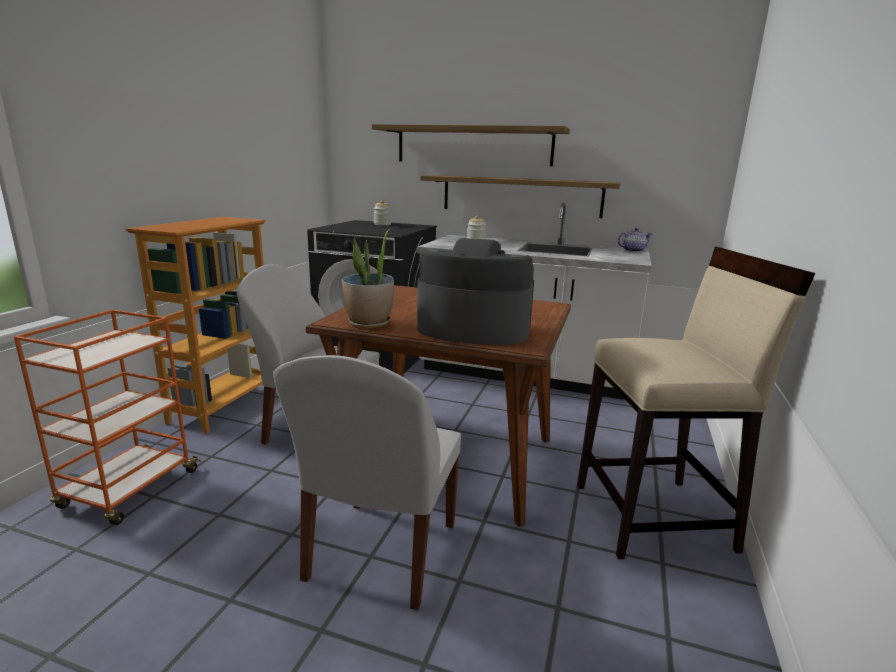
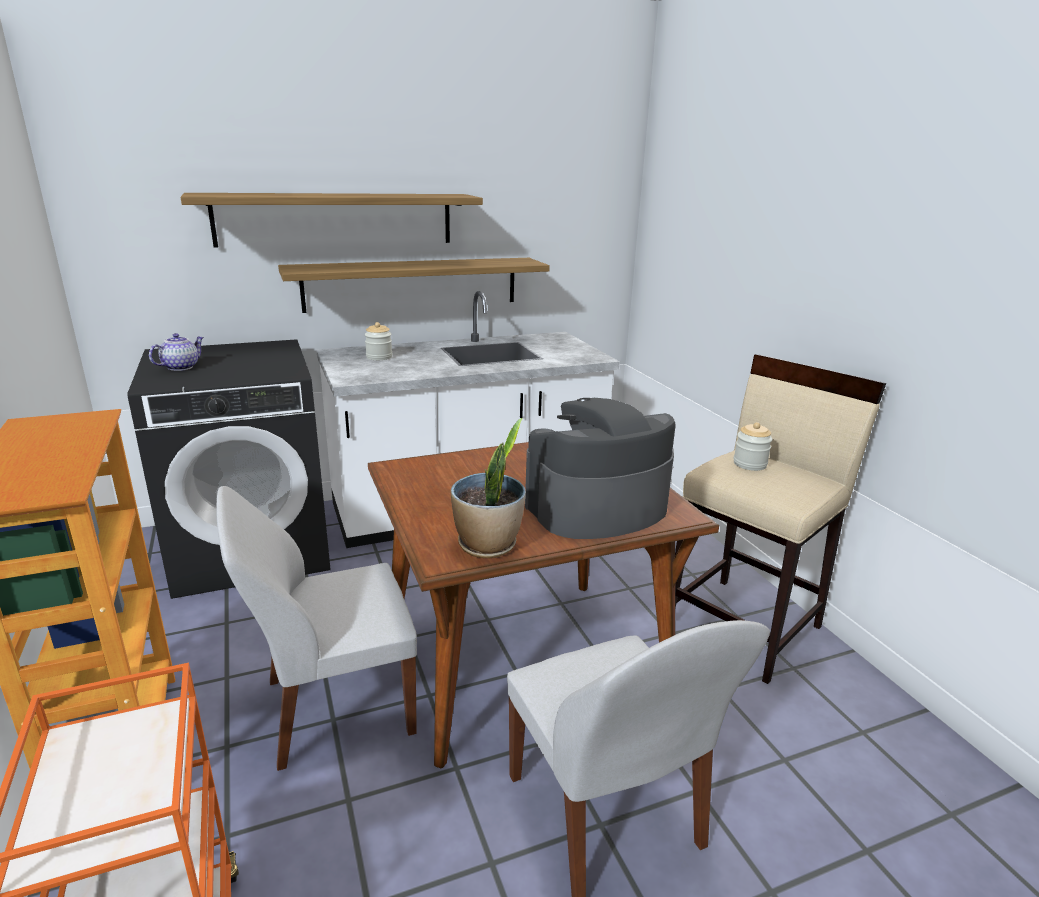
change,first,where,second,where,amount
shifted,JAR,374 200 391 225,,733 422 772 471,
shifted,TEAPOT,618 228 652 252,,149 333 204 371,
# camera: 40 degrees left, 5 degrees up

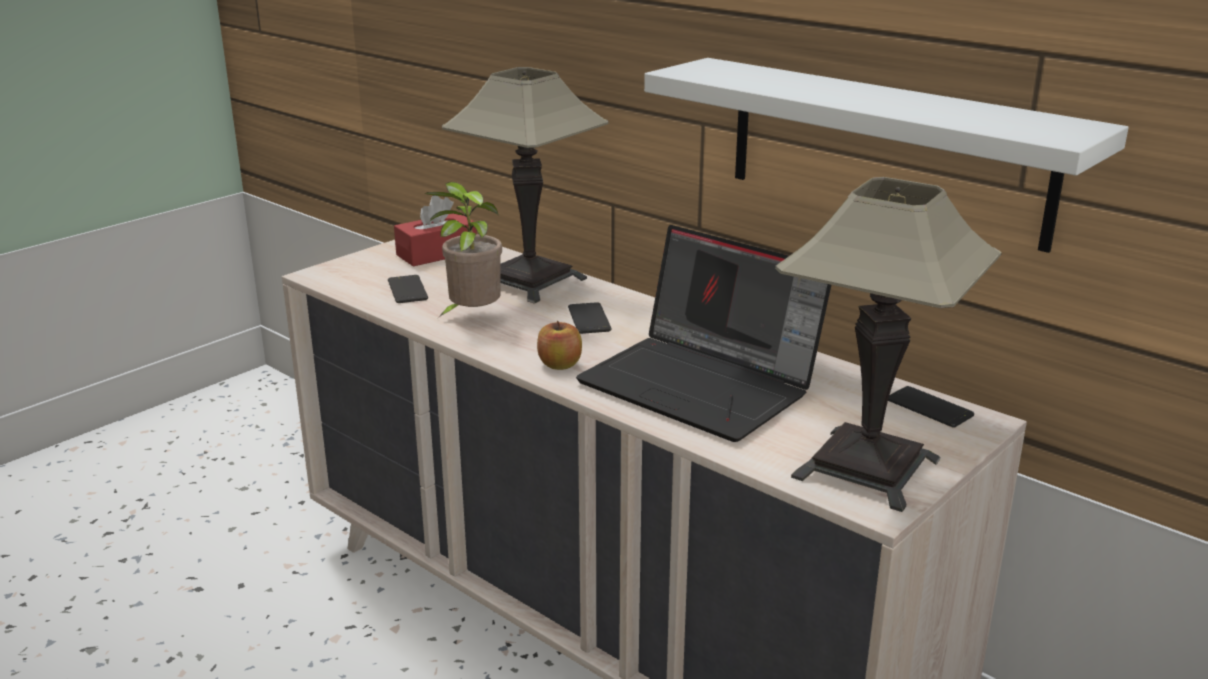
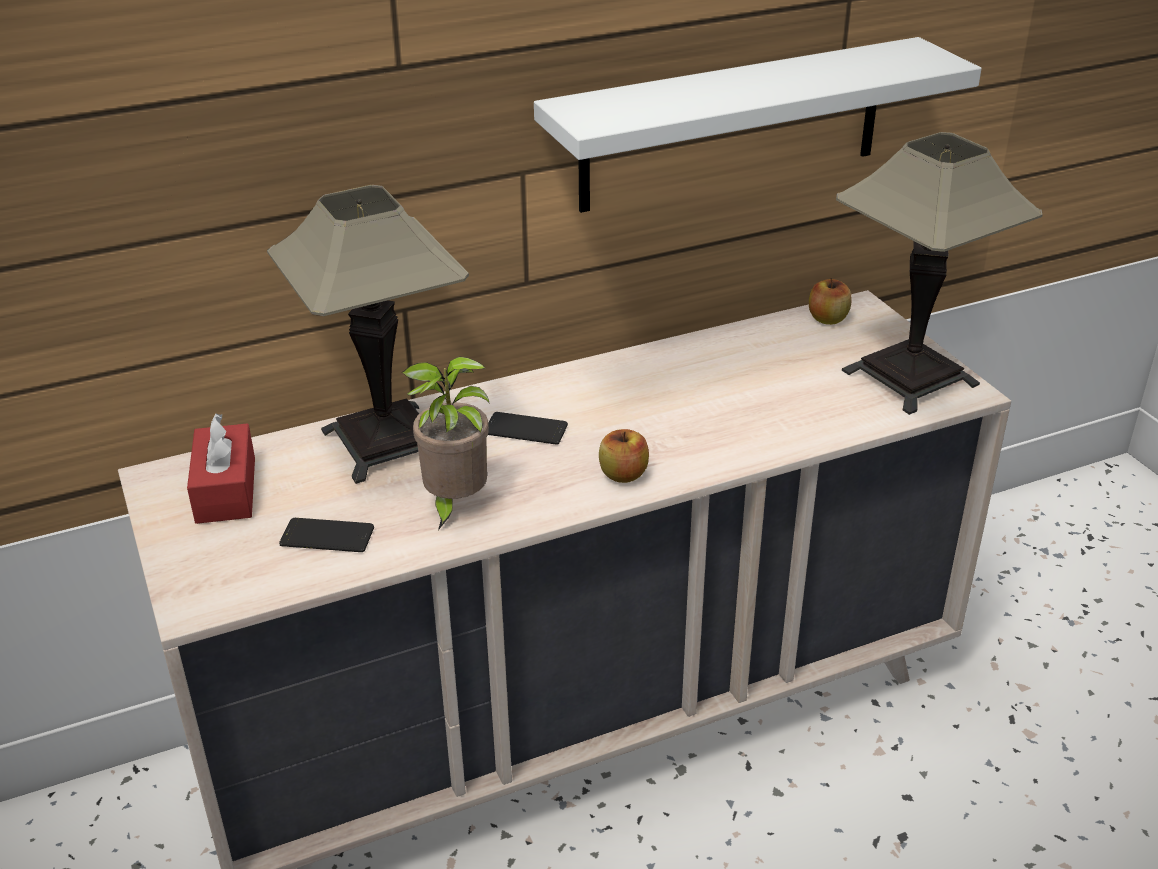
change,first,where,second,where,amount
gone,LAPTOP,576 225 831 442,,,
swapped,PHONE,888 386 974 428,APPLE,809 278 851 325,
# camera: 65 degrees left, 10 degrees up

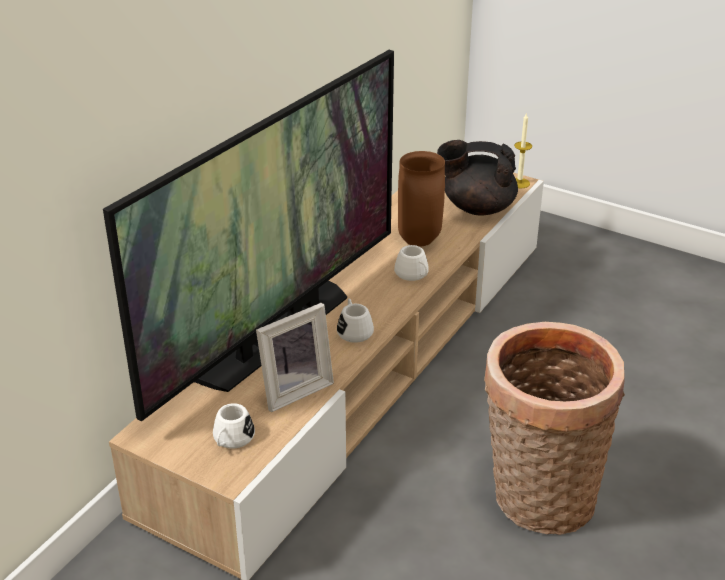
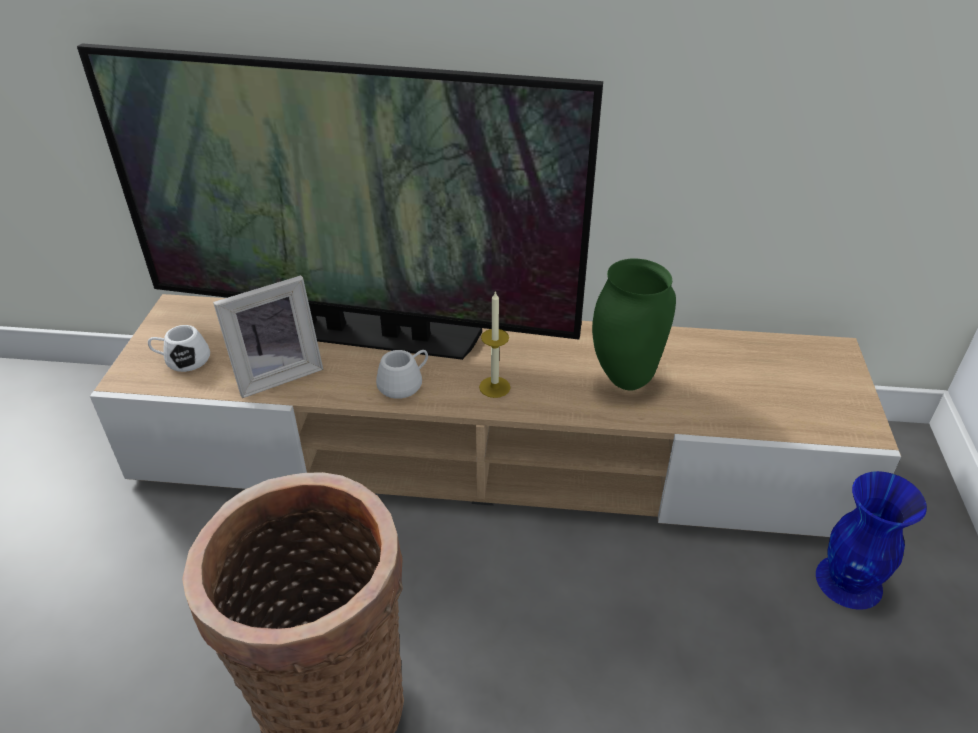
change,first,where,second,where,amount
shifted,CANDLE,514 114 532 188,,479 291 510 398,
gone,BLACK TEAPOT,437 140 518 216,,,
repainted,BROWN VASE,398 151 445 247,GREEN VASE,592 259 676 391,
gone,WHITE MUG,394 245 429 281,,,
rotated,PICTURE FRAME,256 303 334 412,,213 275 323 398,60 degrees counterclockwise
new,,,BLUE VASE,816 471 927 610,
# camera: 65 degrees right, 5 degrees up

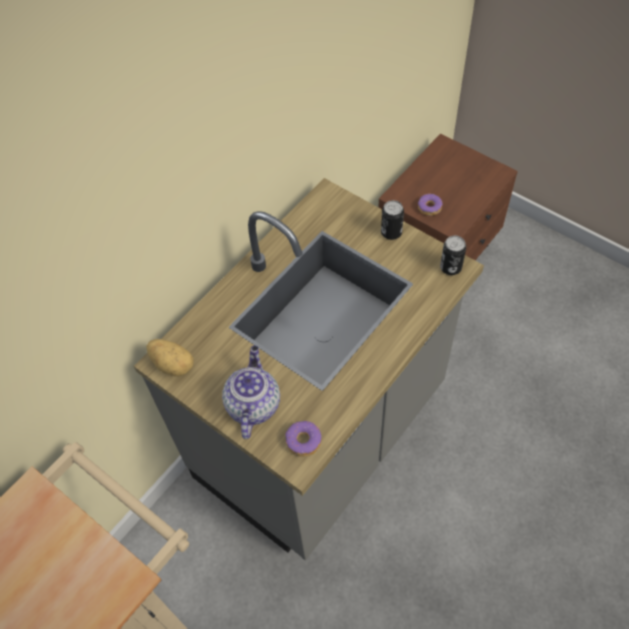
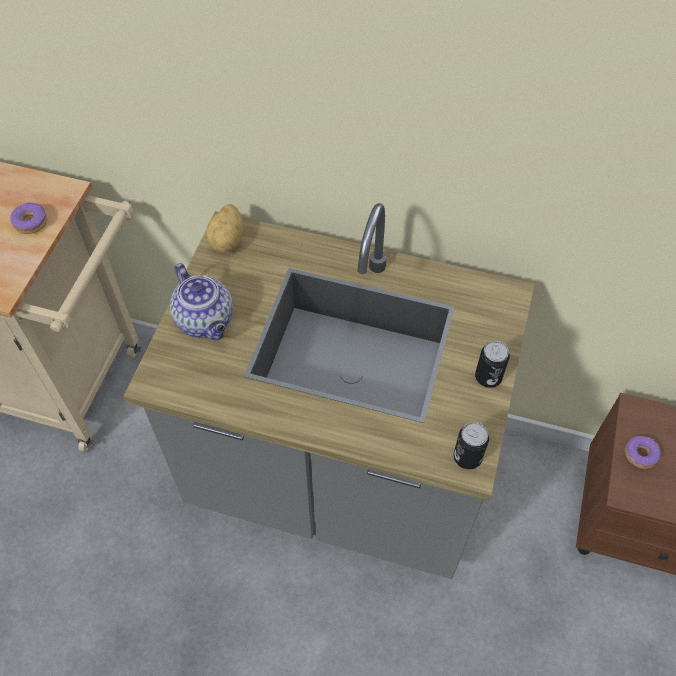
change,first,where,second,where,amount
rotated,TEAPOT,222 346 280 439,,170 263 233 340,75 degrees clockwise
shifted,DONUT,285 421 321 457,,10 203 47 234,
# camera: 65 degrees right, 0 degrees up

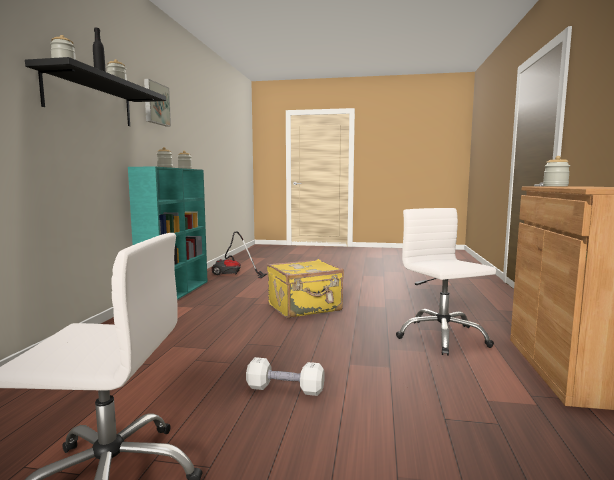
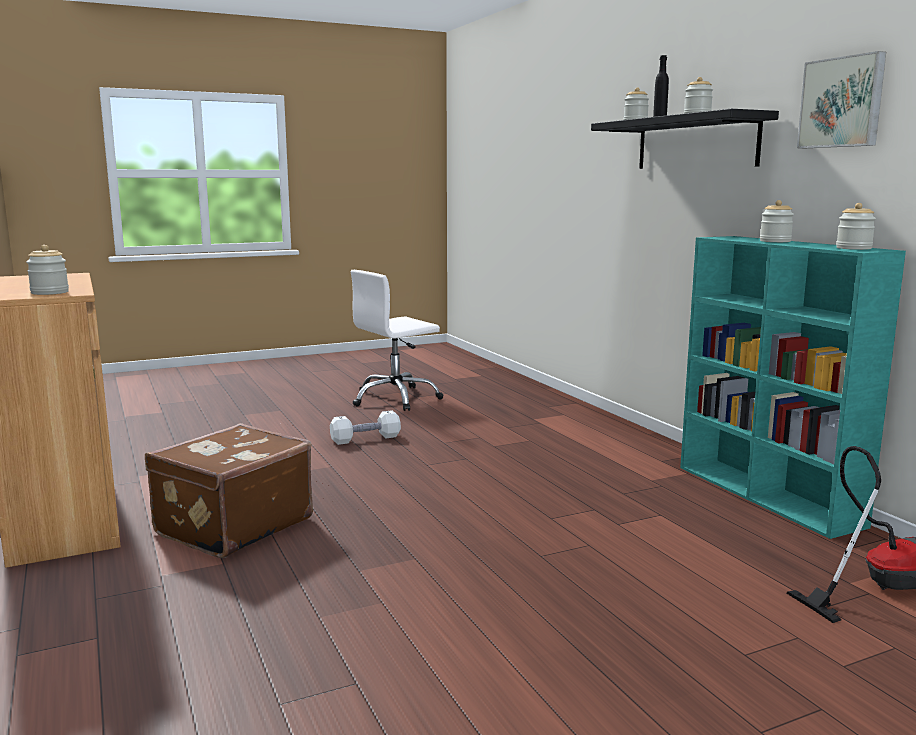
change,first,where,second,where,amount
swapped,WHITE OFFICE CHAIR,396 208 496 356,BROWN SUITCASE,145 423 313 558,
gone,YELLOW SUITCASE,267 259 344 318,,,
# camera: 145 degrees right, 5 degrees up

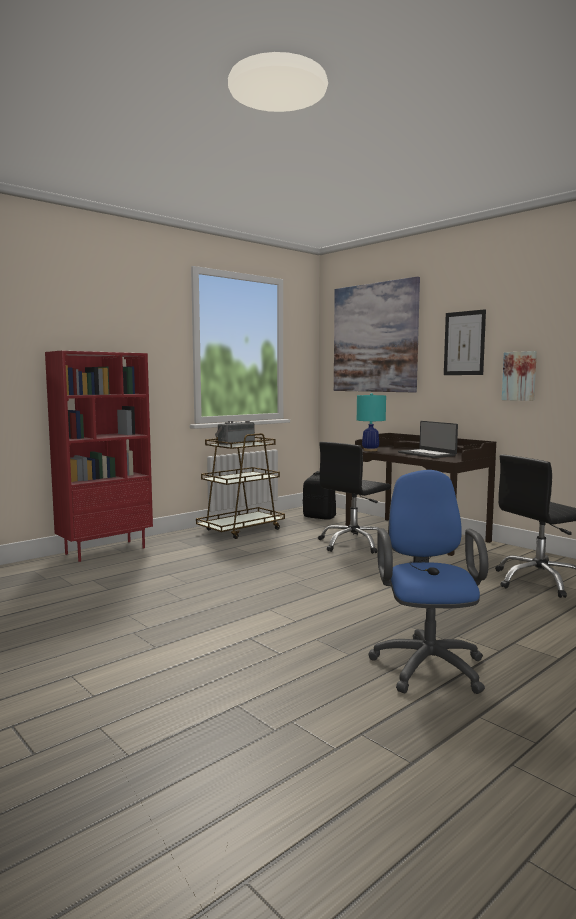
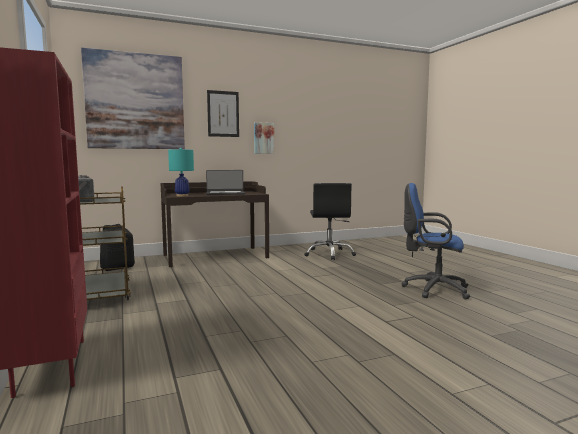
change,first,where,second,where,amount
gone,BLACK OFFICE CHAIR,318 442 391 554,,,
# camera: 70 degrees left, 0 degrees up

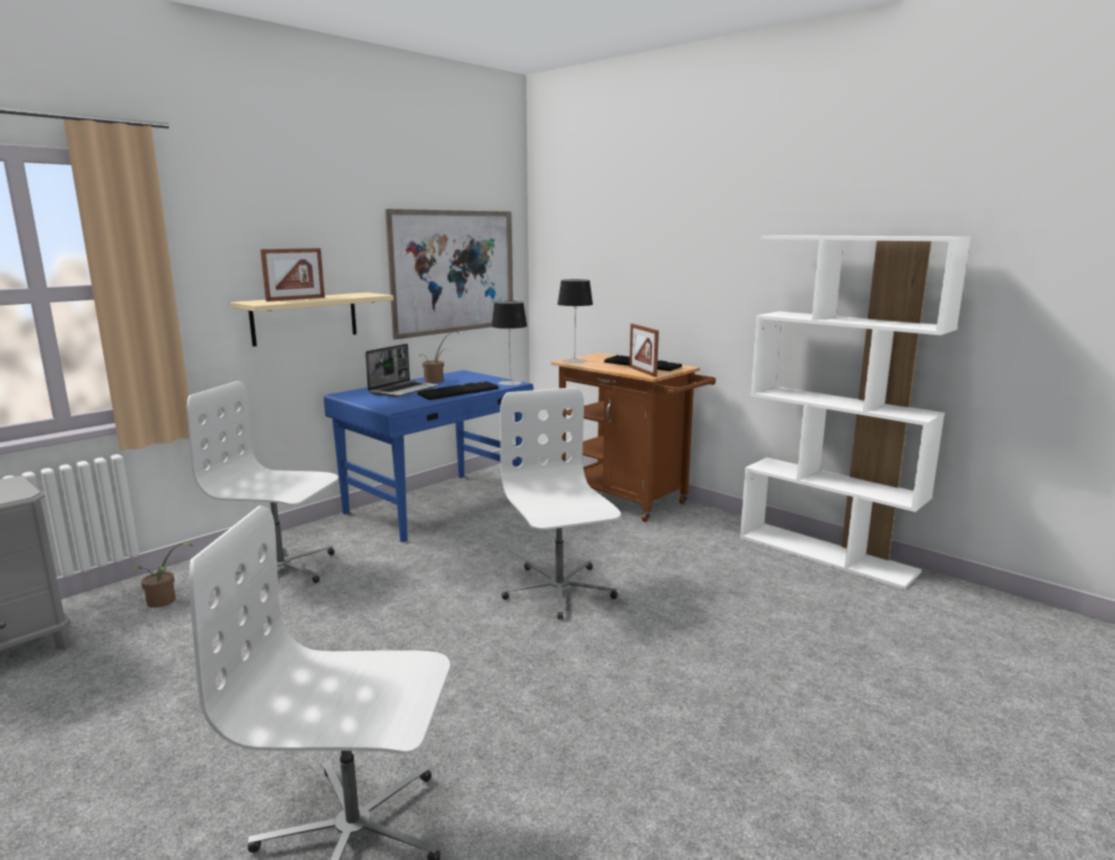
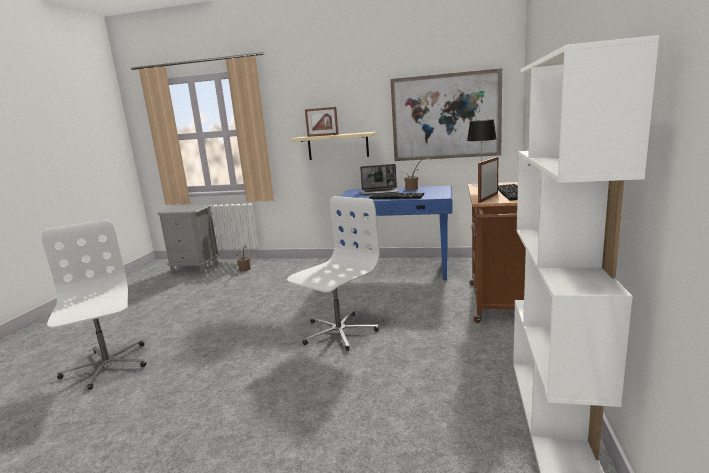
change,first,where,second,where,amount
gone,TABLE LAMP,491 301 527 385,,,
gone,WHITE OFFICE CHAIR,187 381 338 583,,,
# camera: 60 degrees right, 0 degrees up

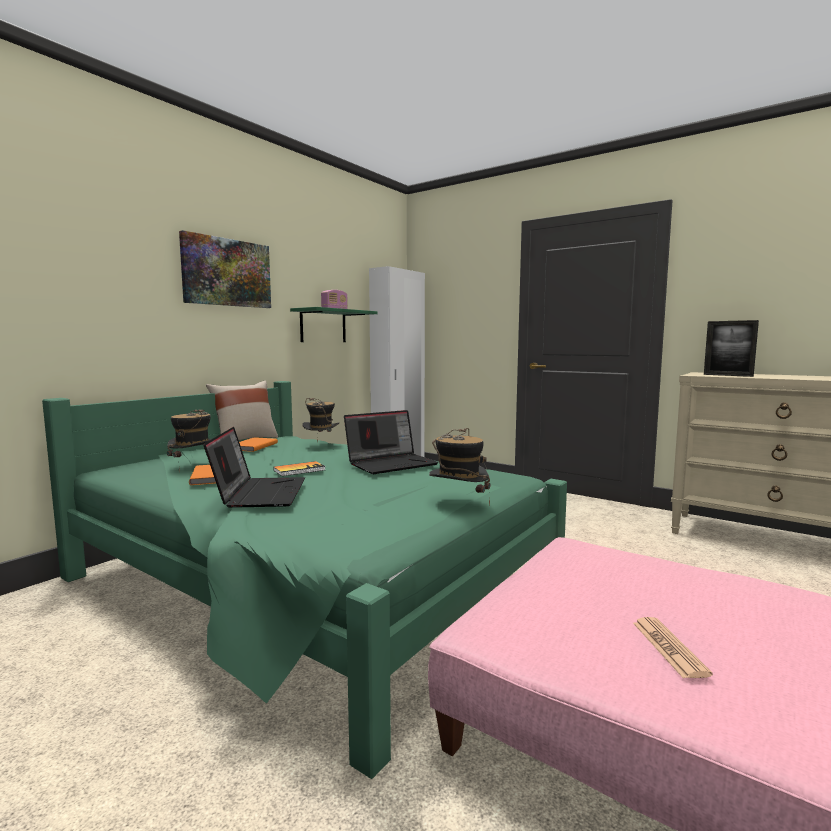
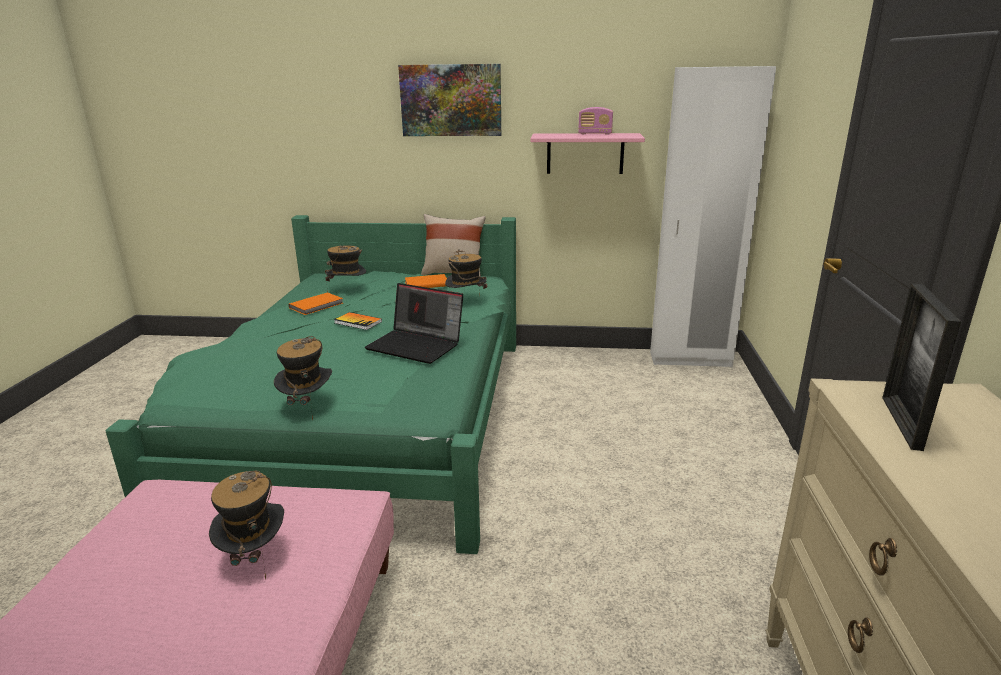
change,first,where,second,where,amount
repainted,GREEN SHELF,290 307 378 342,PINK SHELF,530 133 645 174,
gone,LAPTOP,204 427 305 508,,,
gone,NEWSPAPER,633 617 713 678,,,
new,,,HAT,209 471 284 579,
# camera: 60 degrees right, 15 degrees up

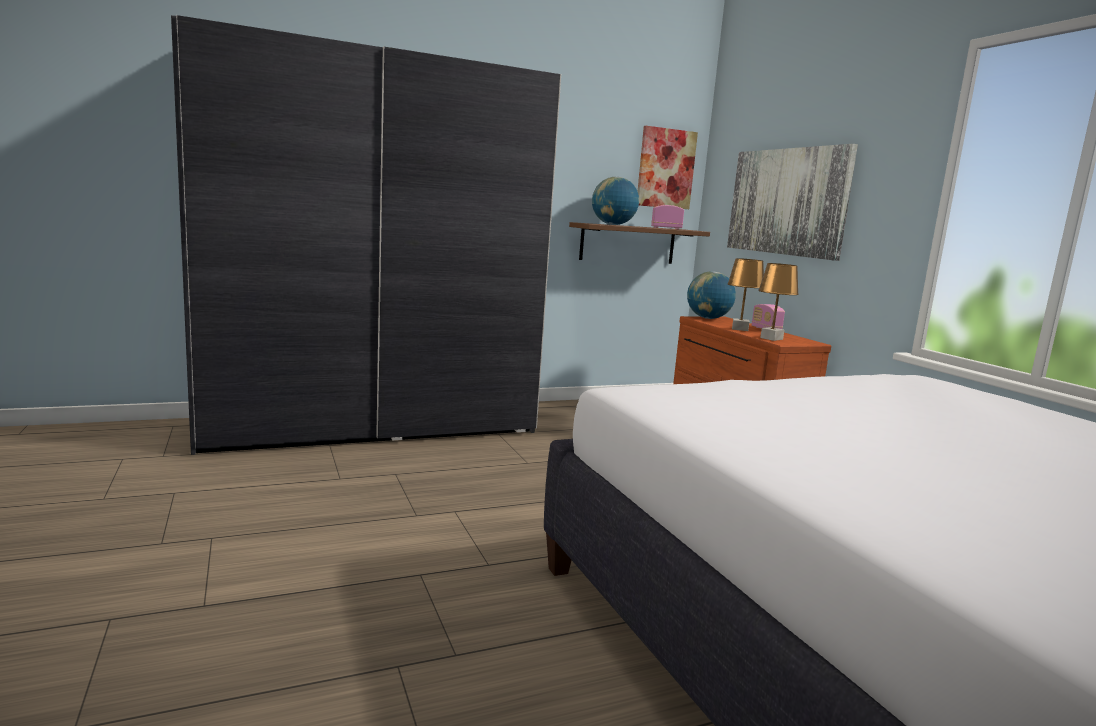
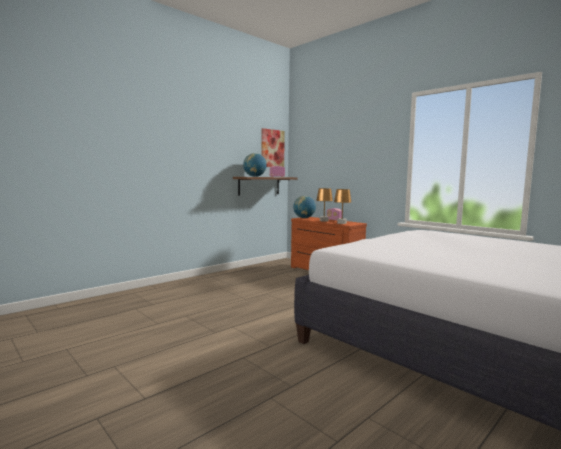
change,first,where,second,where,amount
gone,GREY WARDROBE,171 15 561 455,,,
gone,PICTURE,727 144 858 261,,,
# camera: 20 degrees left, 5 degrees down

